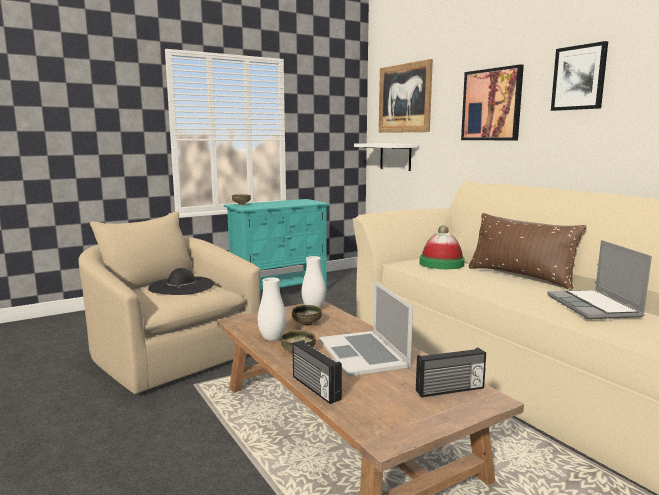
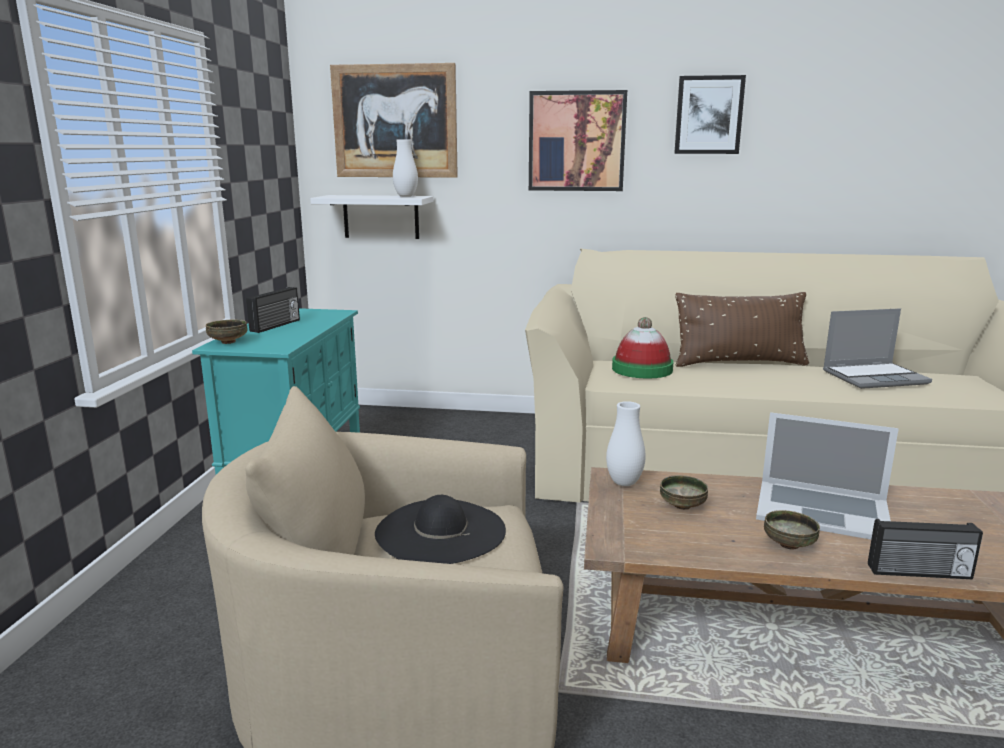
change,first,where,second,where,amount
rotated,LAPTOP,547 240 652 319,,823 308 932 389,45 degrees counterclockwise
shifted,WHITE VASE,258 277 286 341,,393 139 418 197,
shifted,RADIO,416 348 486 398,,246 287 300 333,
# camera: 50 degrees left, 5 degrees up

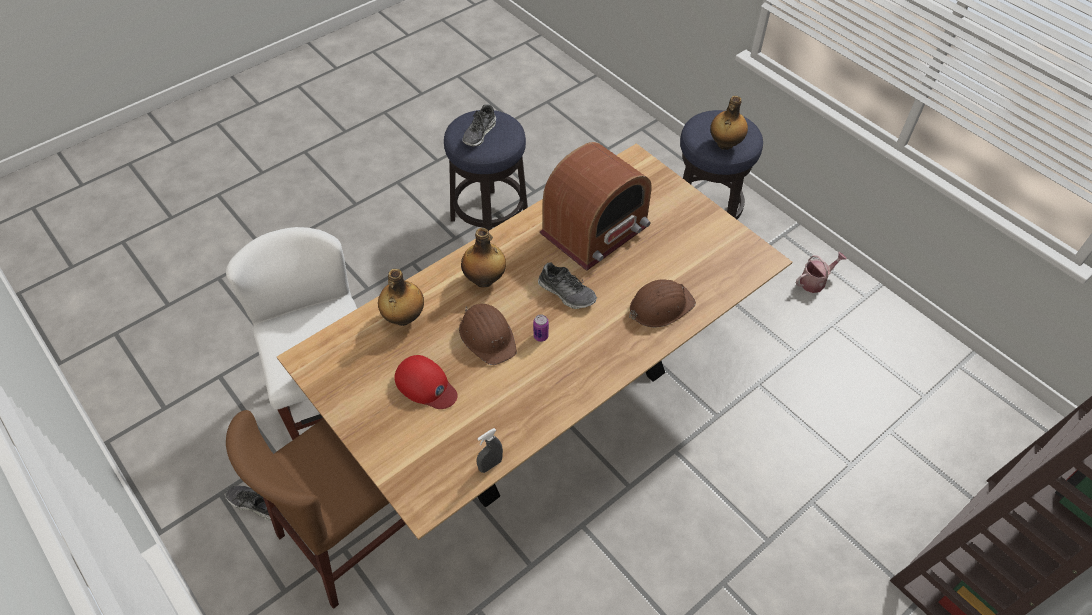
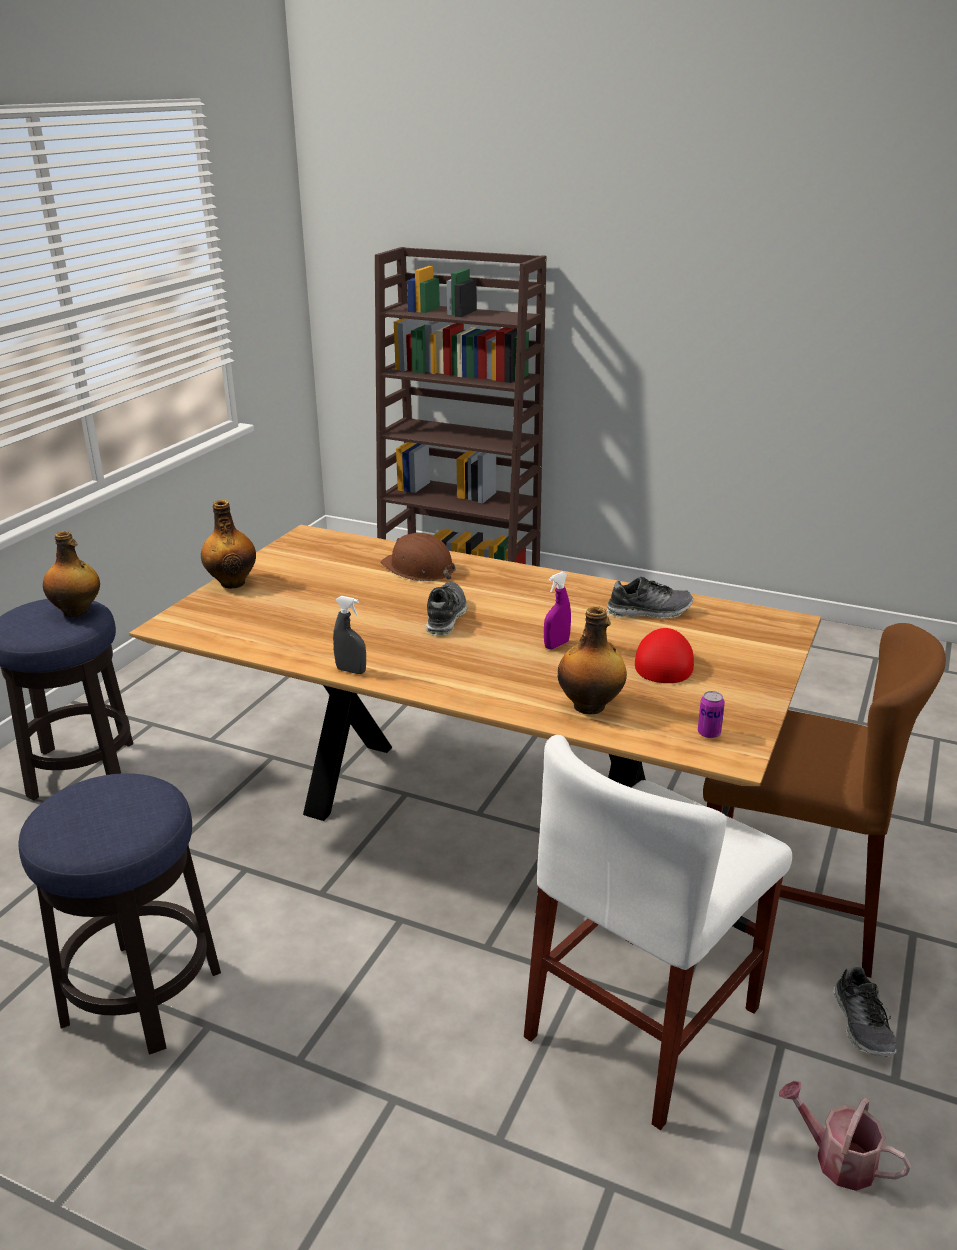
change,first,where,second,where,amount
shifted,SHOE,462 104 496 146,,607 577 693 619,
gone,RADIO,540 142 652 271,,,
shifted,BOTTLE,461 228 506 287,,201 500 256 589,
shifted,WATERING CAN,796 252 847 293,,779 1081 911 1191,
swapped,BROWN HARD HAT,459 304 517 365,PURPLE SPRAY BOTTLE,544 572 571 649,
shifted,CAN,533 314 549 342,,698 691 725 738,
shifted,GREY SPRAY BOTTLE,477 428 503 473,,333 596 366 674,
# camera: 115 degrees left, 25 degrees down

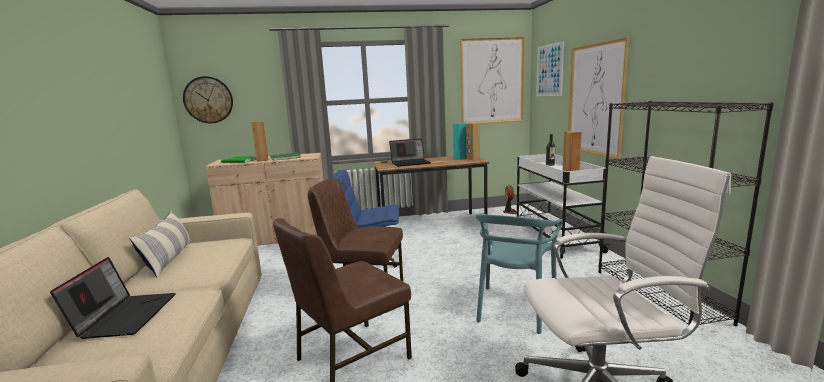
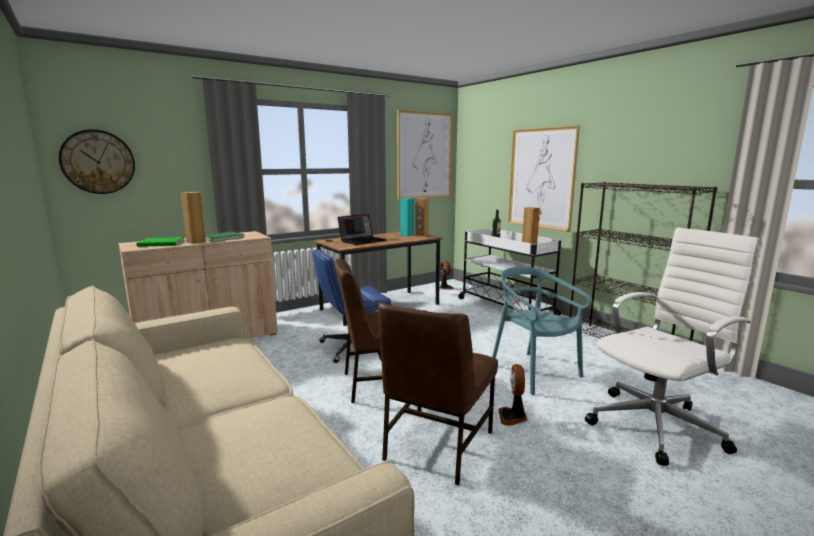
change,first,where,second,where,amount
gone,PICTURE,536 41 564 96,,,
gone,PILLOW,129 211 192 278,,,
rotated,TURQUOISE CHAIR,476 213 563 334,,492 266 592 395,150 degrees clockwise
gone,LAPTOP,50 257 176 339,,,
new,,,FAN,498 364 528 426,
# camera: 25 degrees left, 0 degrees up

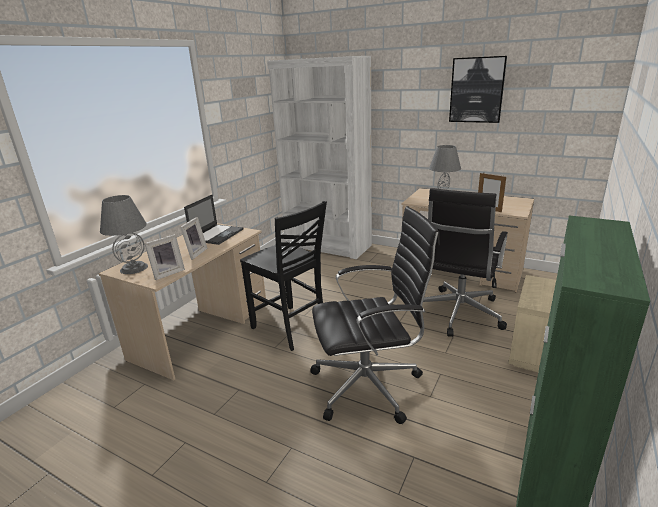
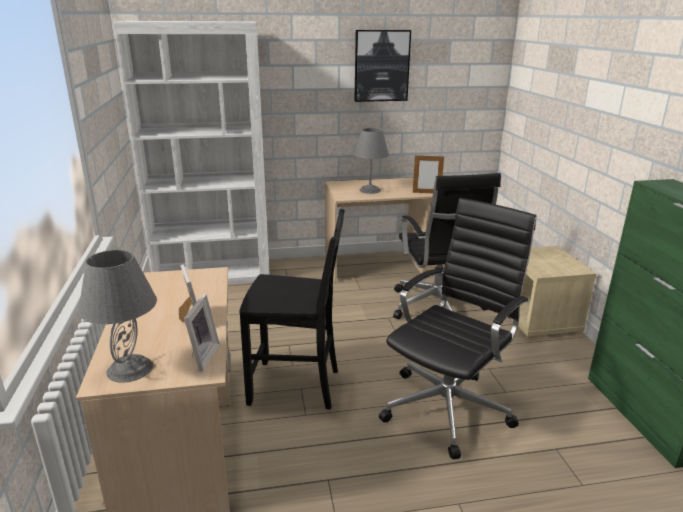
change,first,where,second,where,amount
gone,LAPTOP,184 195 244 245,,,
# camera: 40 degrees left, 0 degrees up

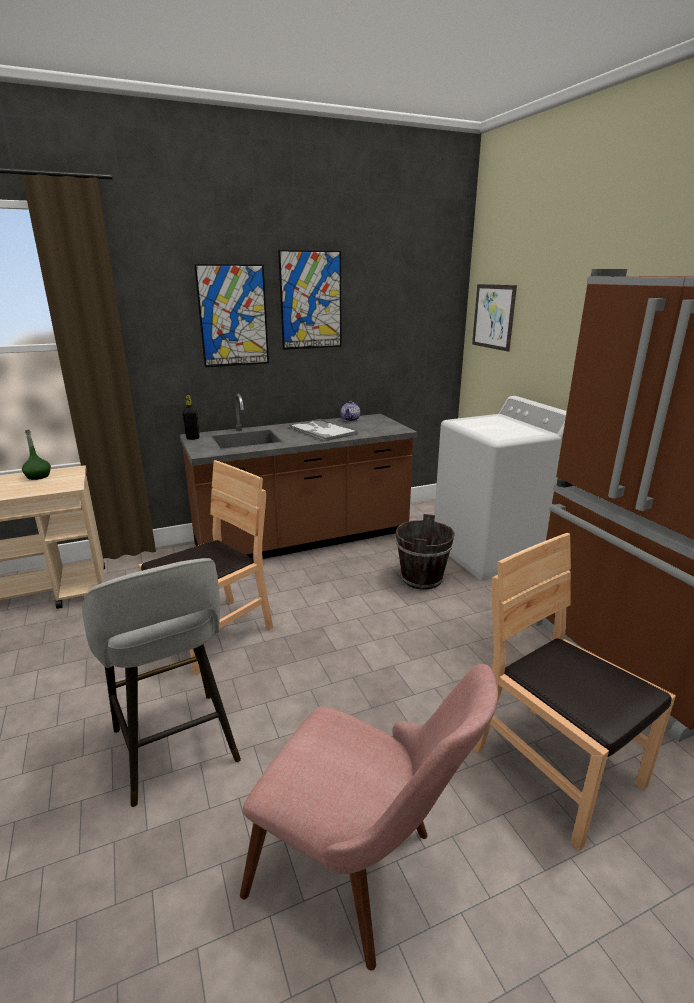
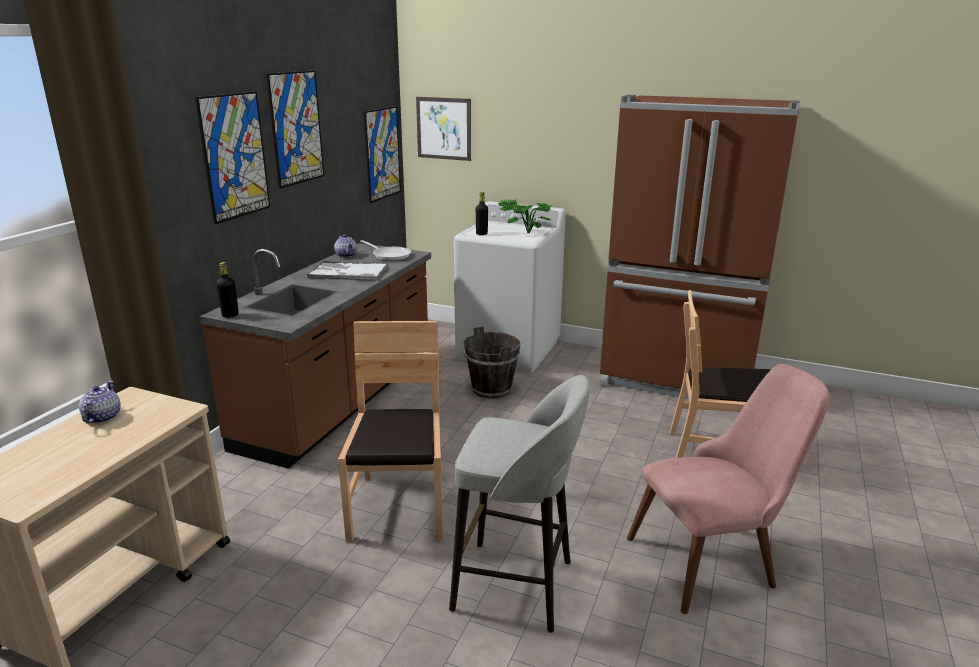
change,first,where,second,where,amount
swapped,GREEN BOTTLE,22 430 51 480,TEAPOT,79 381 120 423,
new,,,PICTURE,364 106 401 203,
new,,,BLACK BOTTLE,476 192 488 235,
new,,,POTTED PLANT,498 199 552 233,
new,,,FRYING PAN,360 240 411 261,
# camera: 45 degrees left, 0 degrees up

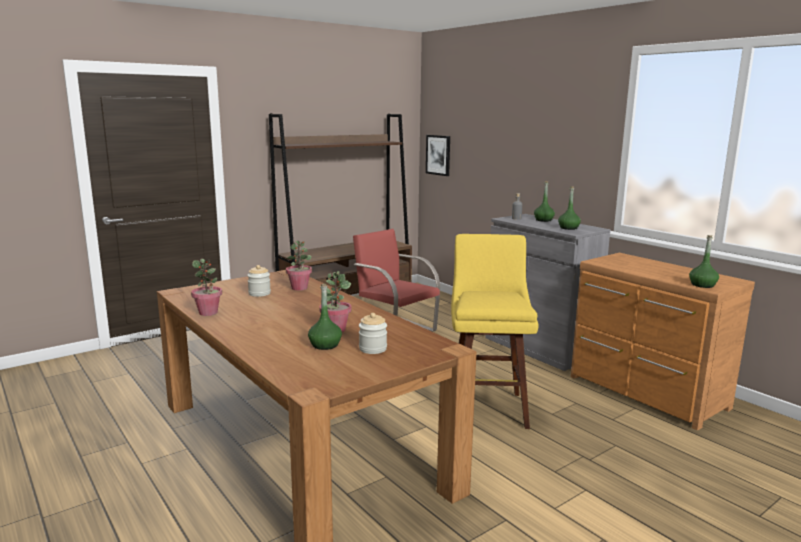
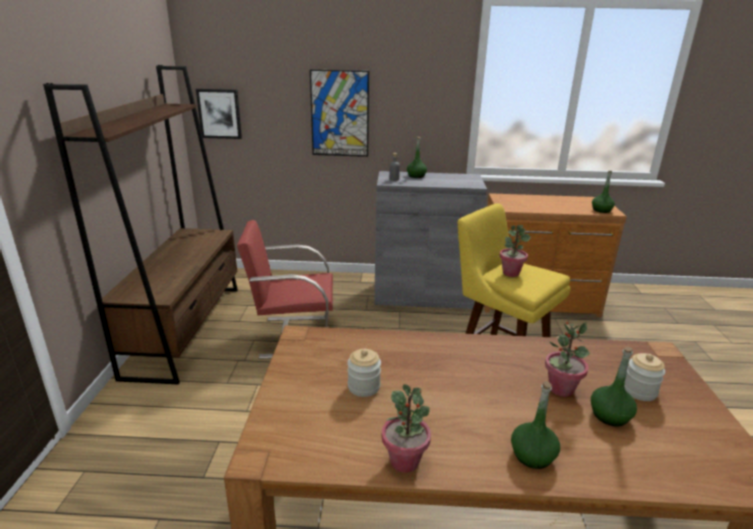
change,first,where,second,where,amount
shifted,GREEN BOTTLE,558 187 581 230,,511 381 560 469,
shifted,POTTED PLANT,286 241 312 291,,499 225 531 277,
new,,,PICTURE,310 69 369 157,
# camera: 50 degrees left, 10 degrees up

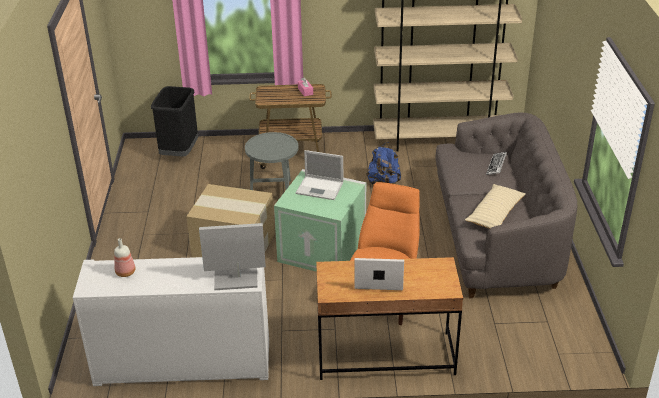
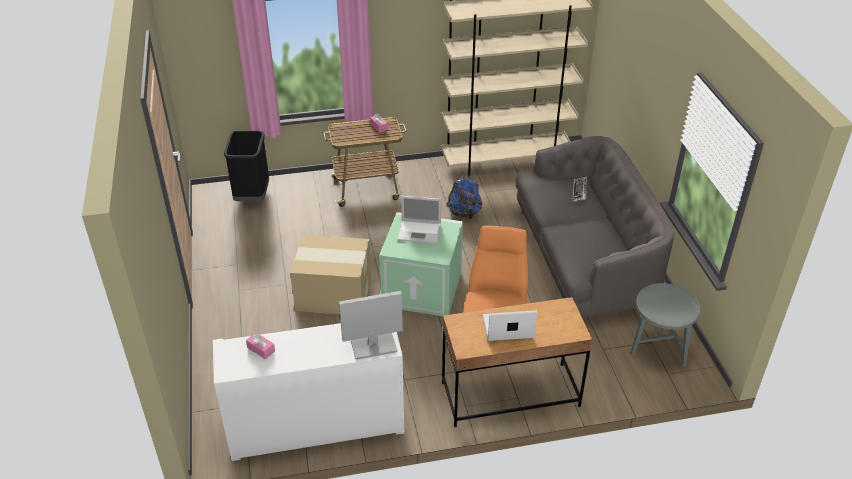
change,first,where,second,where,amount
shifted,GREY SIDE TABLE,245 132 299 190,,631 283 700 367,
gone,BEIGE PILLOW,465 184 526 229,,,
swapped,BOTTLE,114 238 136 277,PINK TISSUE BOX,246 333 275 359,
# camera: 10 degrees left, 5 degrees up

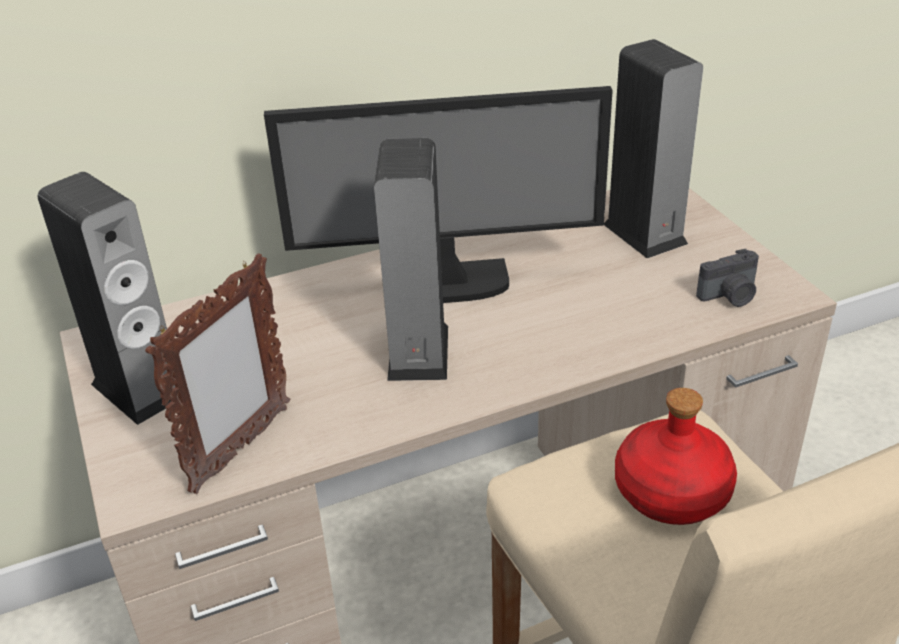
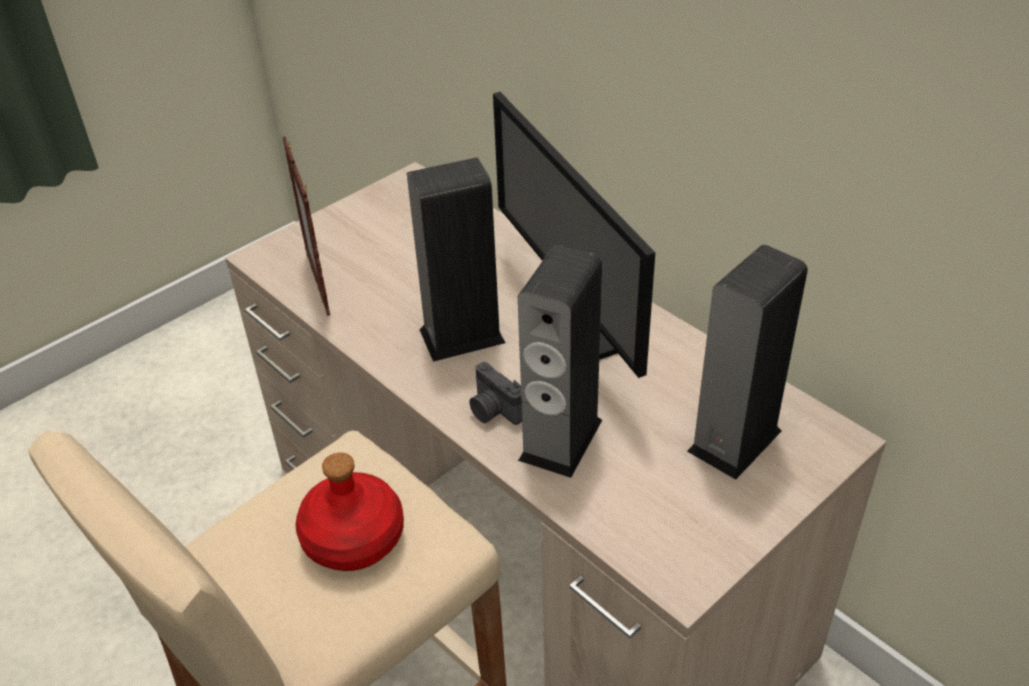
change,first,where,second,where,amount
shifted,SPEAKER,38 172 175 425,,518 245 602 478,
shifted,PHOTO CAMERA,696 249 759 307,,469 362 522 425,
rotated,PICTURE FRAME,145 253 290 494,,283 136 330 316,60 degrees clockwise
# camera: 70 degrees right, 5 degrees up

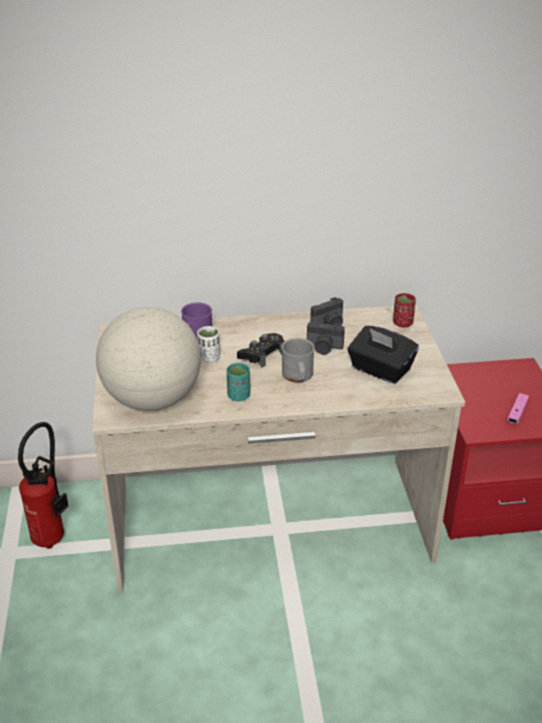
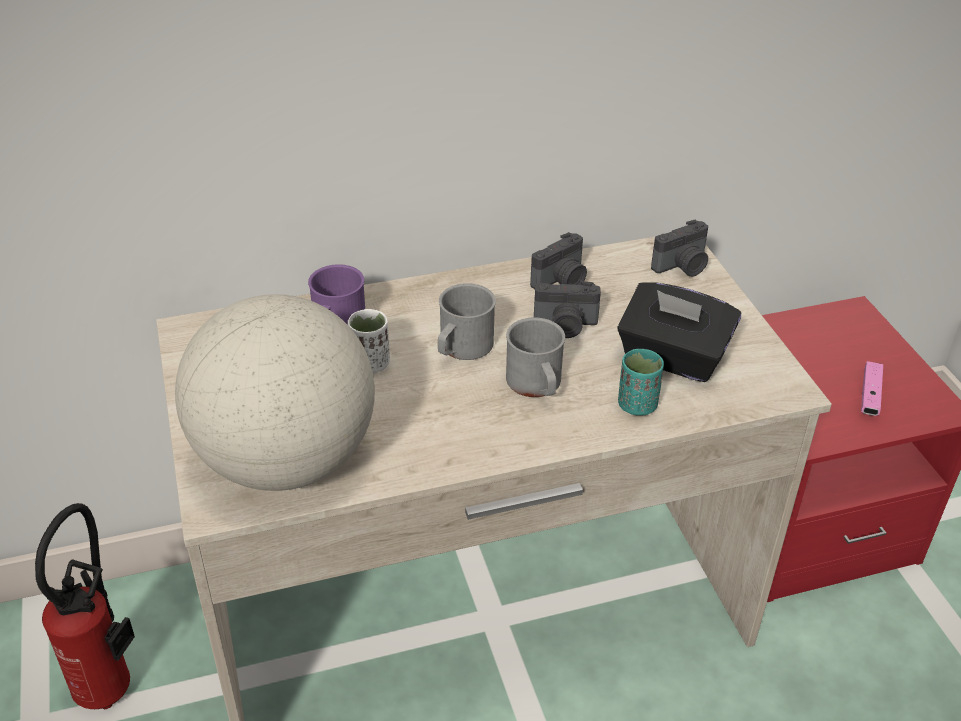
change,first,where,second,where,amount
swapped,RED CUP,393 293 416 327,PHOTO CAMERA,651 219 708 277,
swapped,BLACK GAME CONTROLLER,237 333 285 367,GREY MUG,438 283 496 360,
shifted,TURQUOISE CUP,227 363 250 401,,618 349 664 416,
# camera: 10 degrees left, 5 degrees up

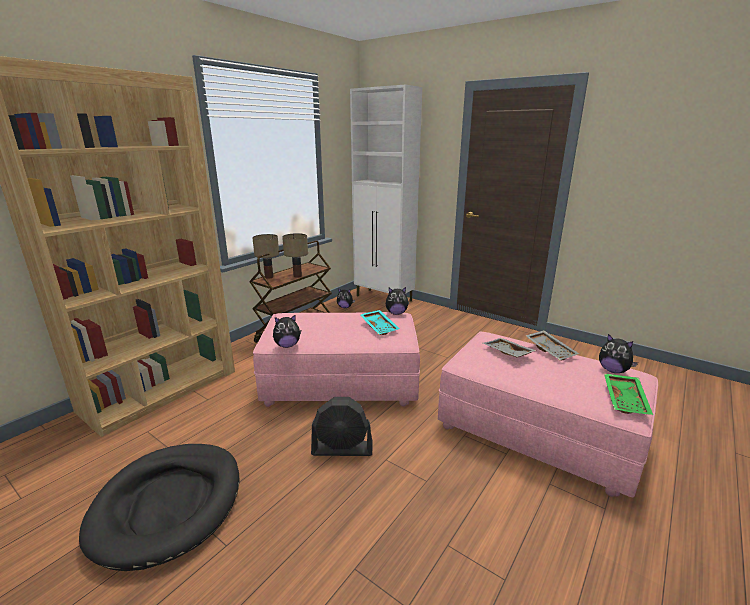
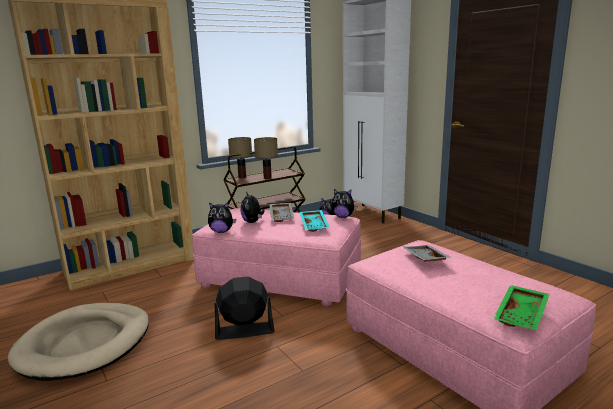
change,first,where,second,where,amount
shifted,GREY TRAY,526 330 579 361,,269 203 294 222,
shifted,PLUSH TOY,599 334 638 373,,241 192 265 223,
rotated,BLACK FAN,311 397 373 456,,215 276 275 340,150 degrees clockwise
repainted,BLACK DOG BED,79 444 240 571,BEIGE DOG BED,8 303 149 381,
# camera: 20 degrees right, 5 degrees down

